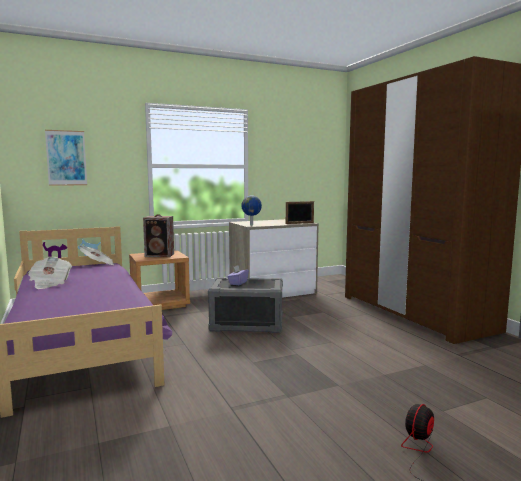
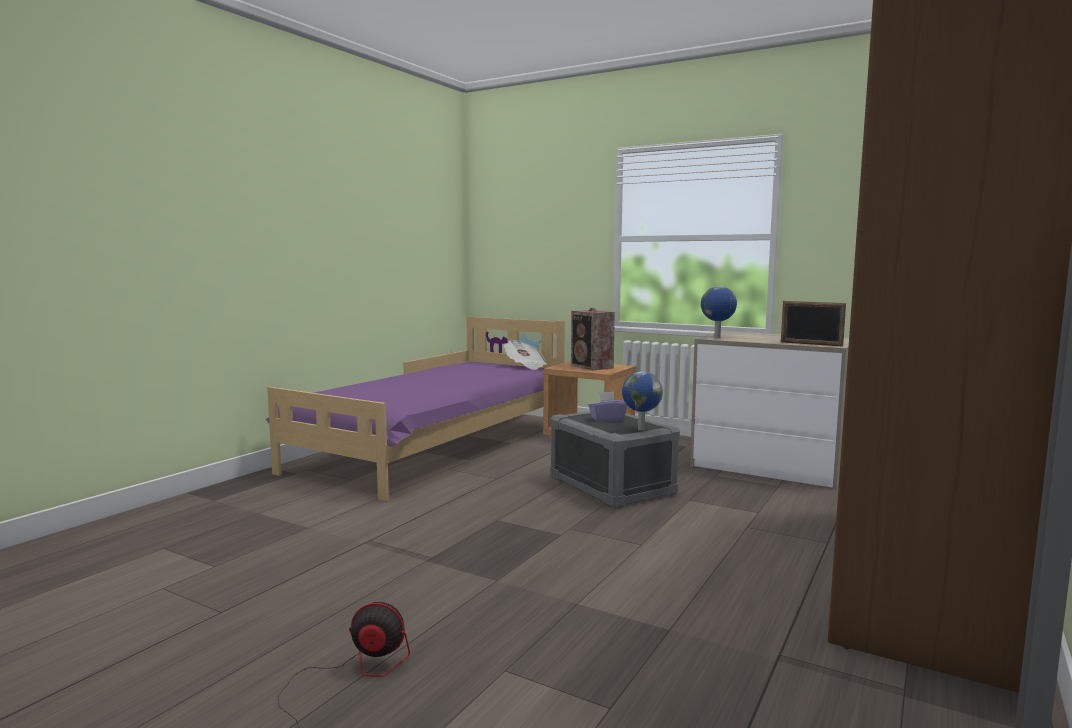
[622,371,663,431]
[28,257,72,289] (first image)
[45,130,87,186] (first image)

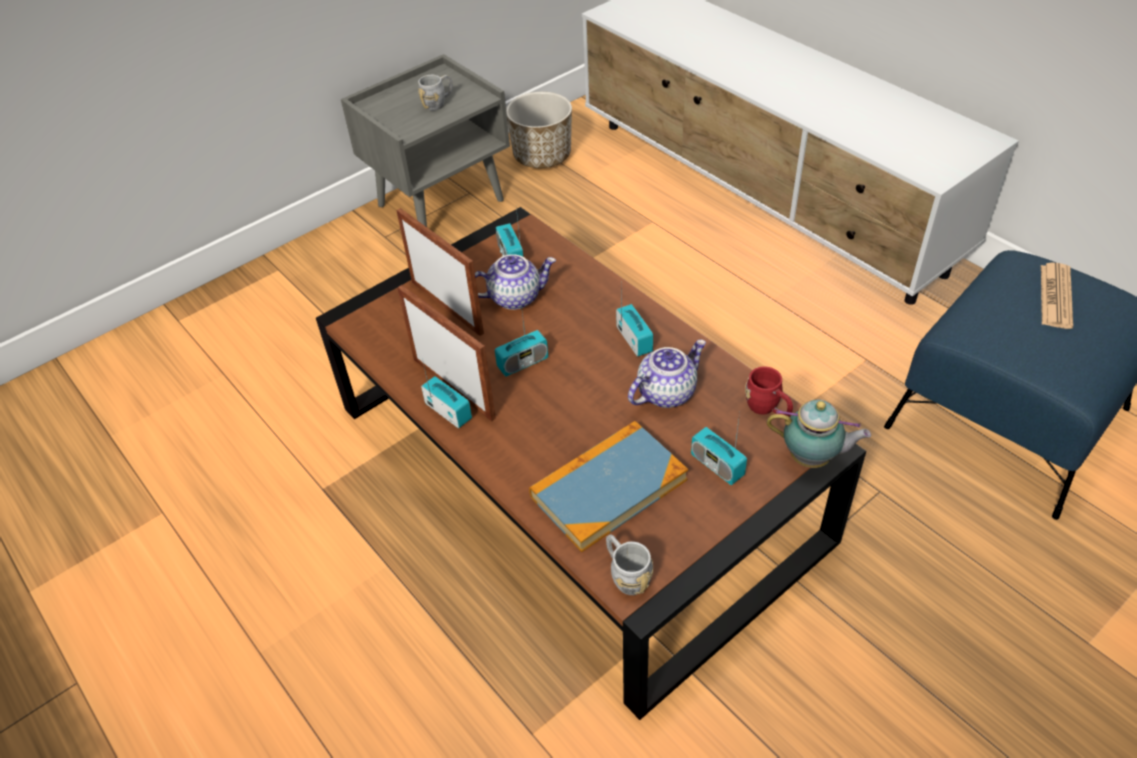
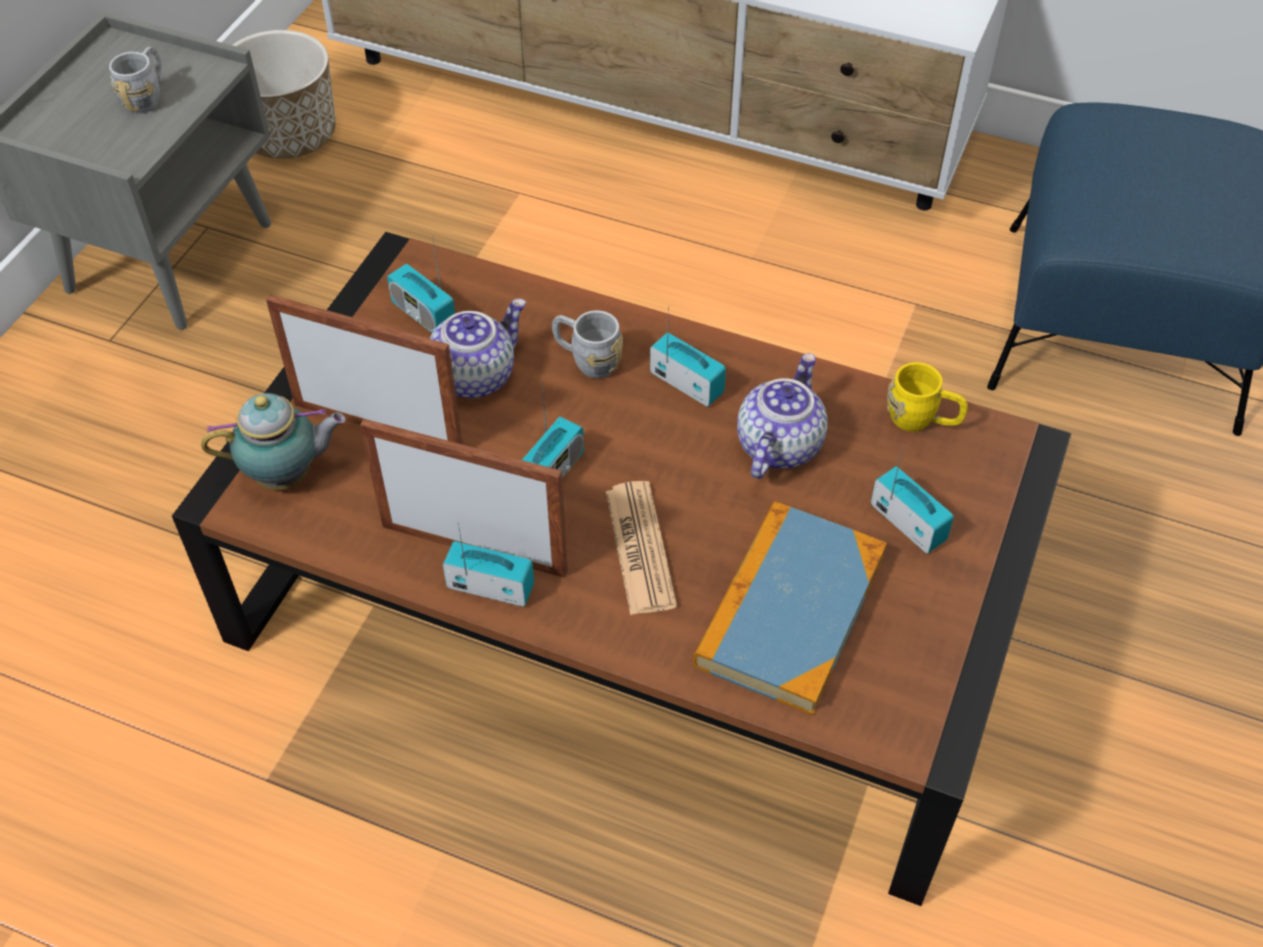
[201,393,346,490]
[552,310,623,378]
[606,481,677,615]
[871,447,954,553]
[887,362,968,432]

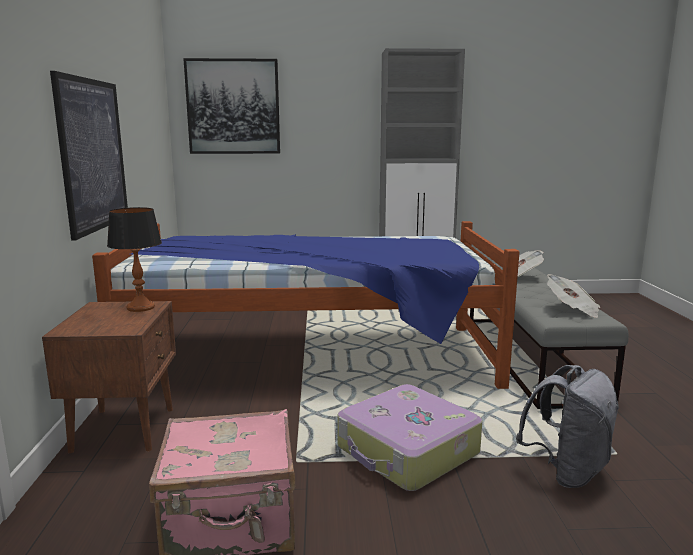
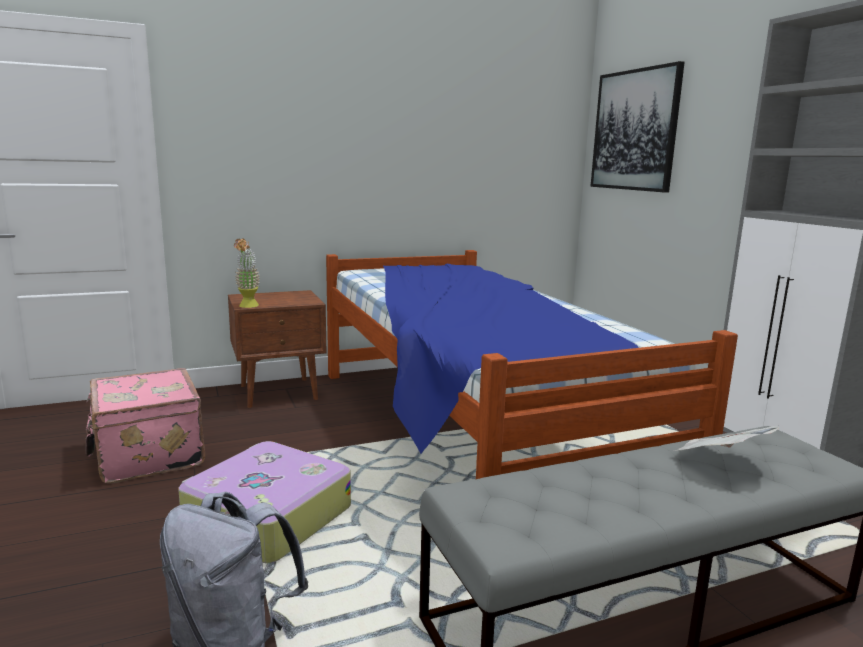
[234,238,260,308]
[50,71,128,241] (first image)
[107,207,162,312] (first image)
[547,274,600,318] (first image)

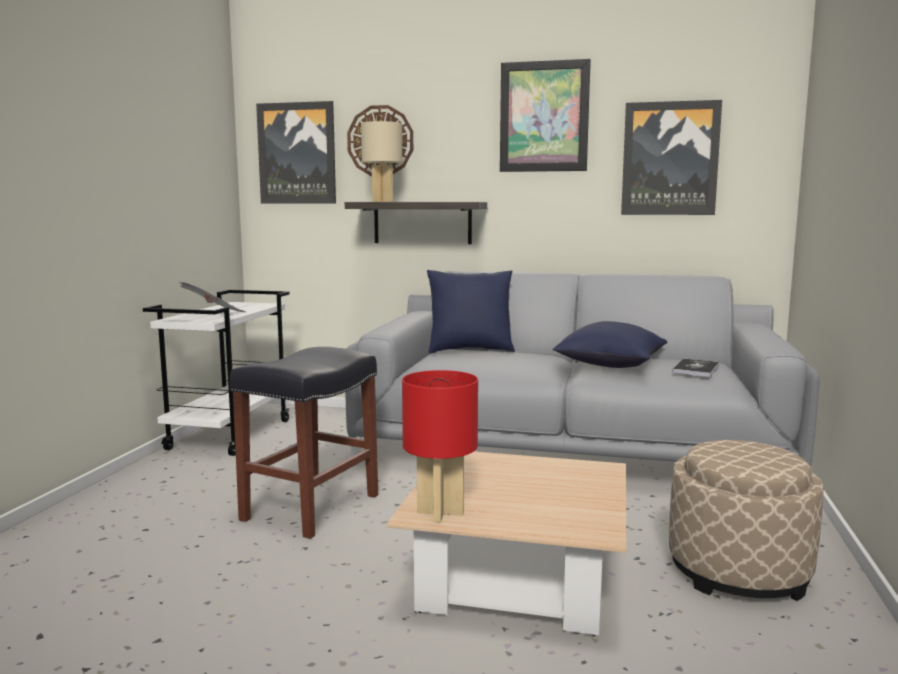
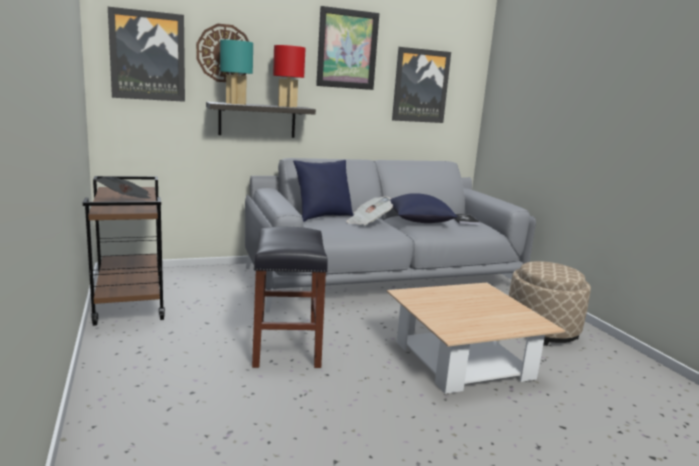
[83,176,165,326]
[220,40,253,105]
[273,45,306,107]
[346,196,393,225]

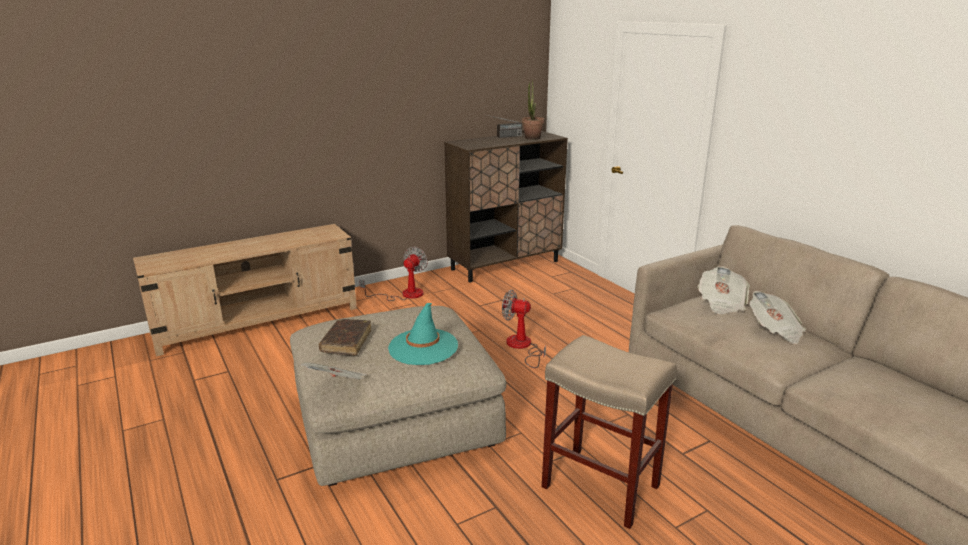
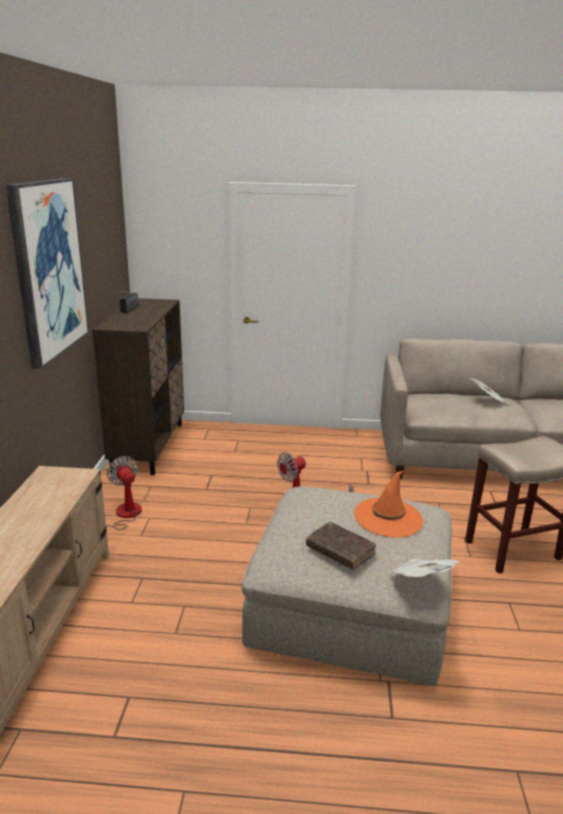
[6,178,89,369]
[354,470,423,538]
[522,79,544,140] (first image)
[697,266,750,314] (first image)

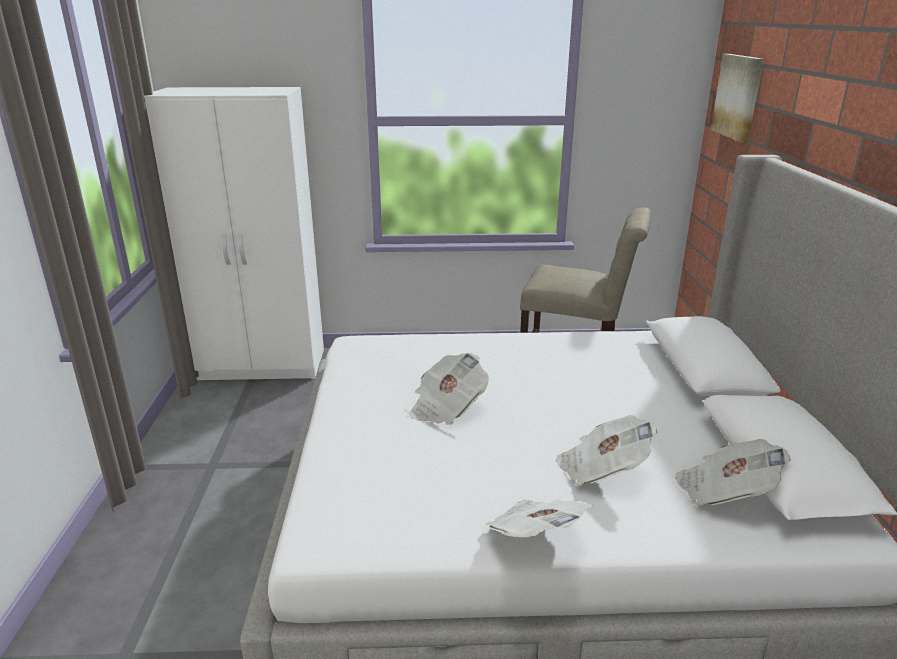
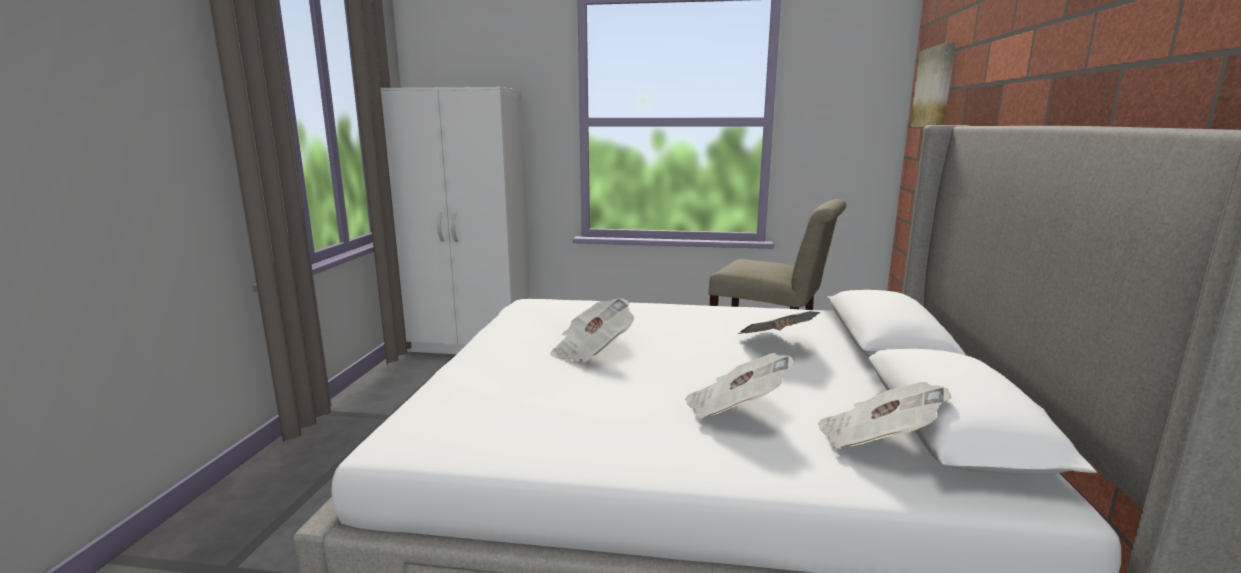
[737,311,820,334]

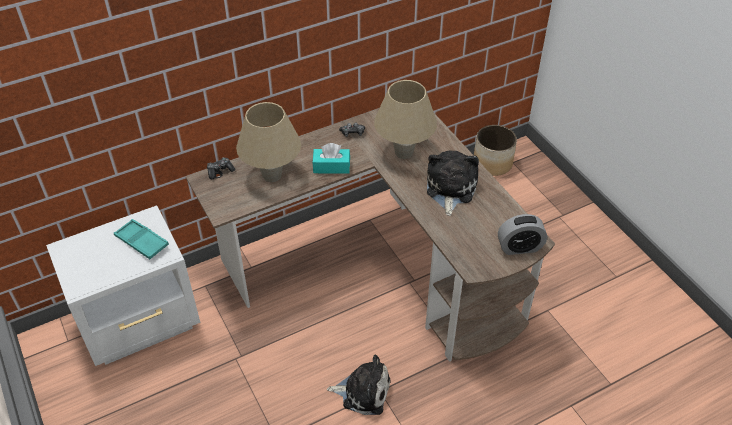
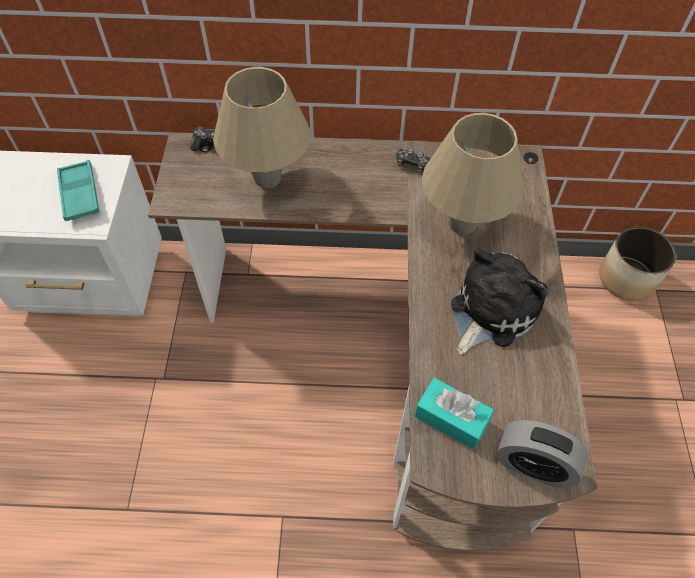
[415,378,494,449]
[327,355,391,415] (first image)

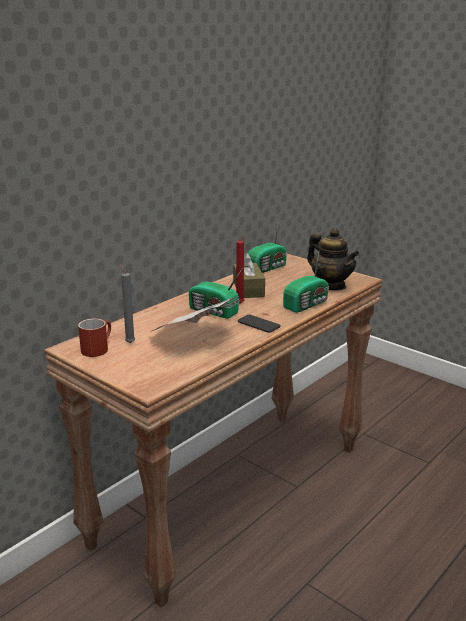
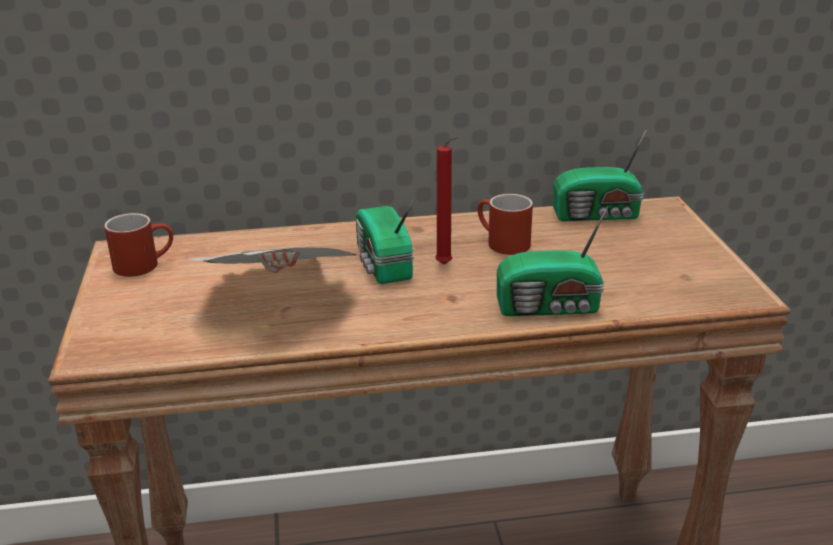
[478,194,533,255]
[119,264,135,343] (first image)
[238,315,281,333] (first image)
[307,228,360,290] (first image)

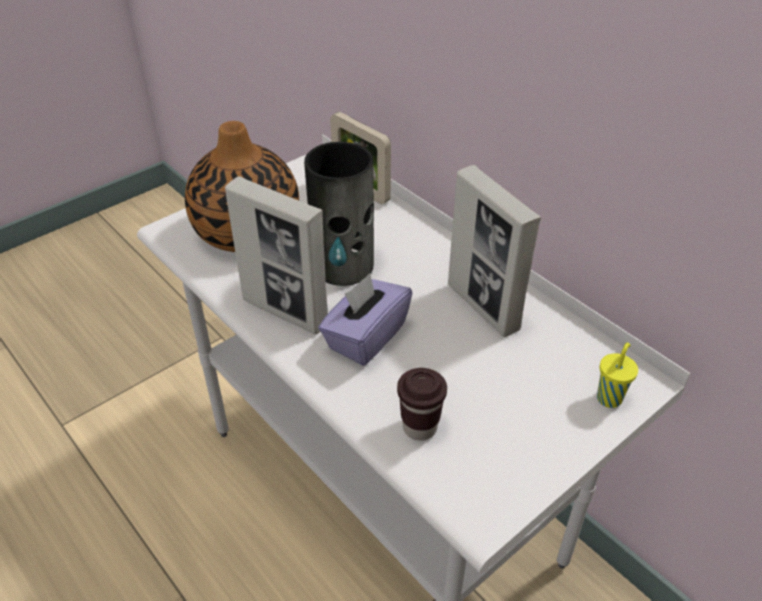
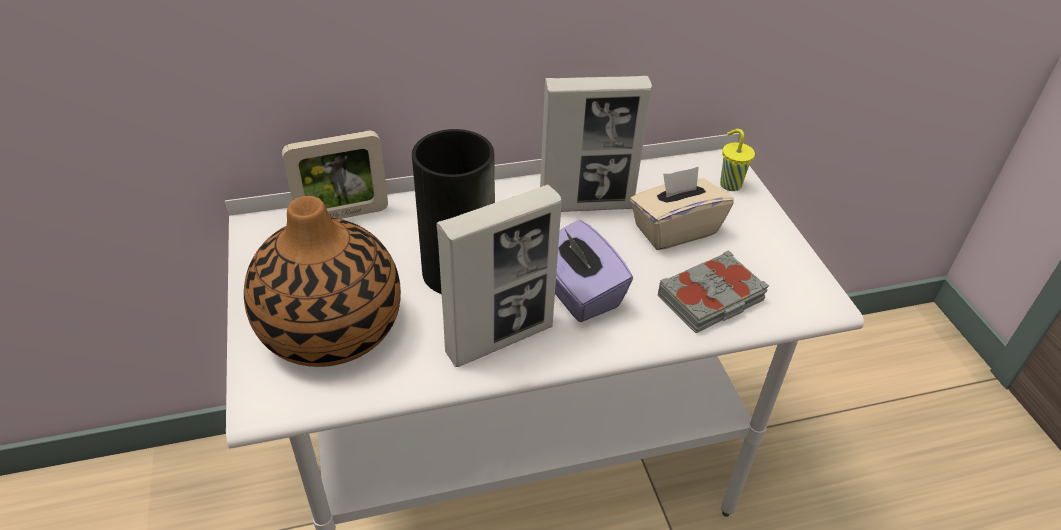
[630,166,734,250]
[658,250,769,333]

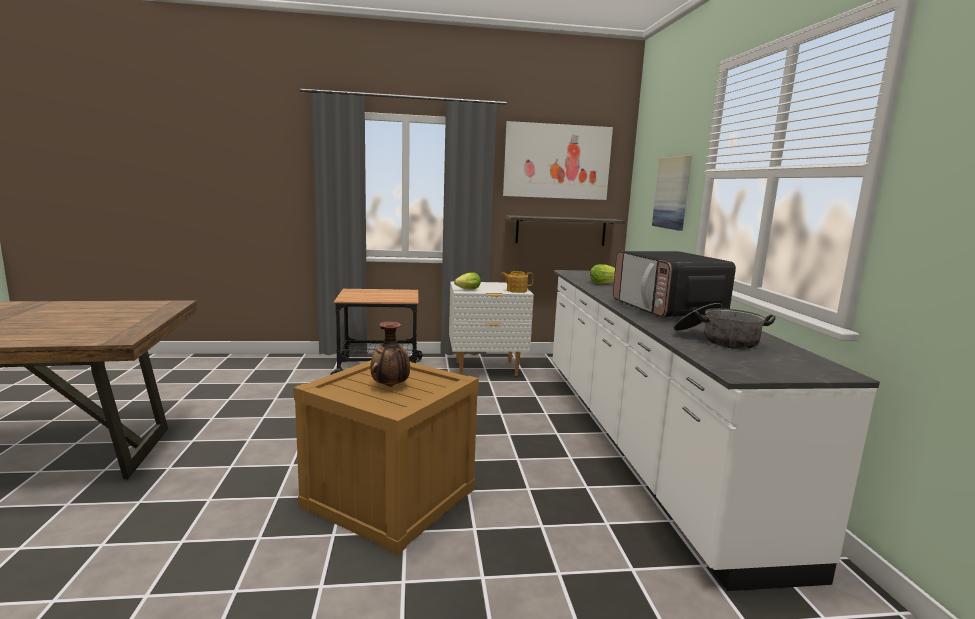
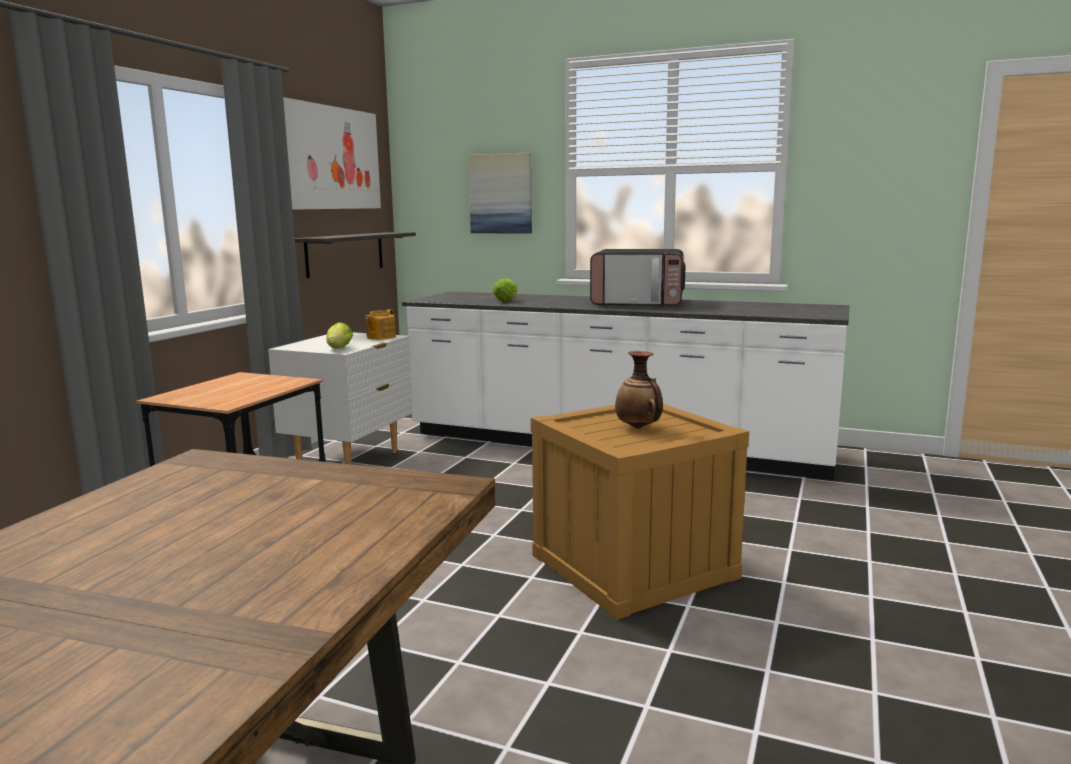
[673,303,776,349] (first image)

